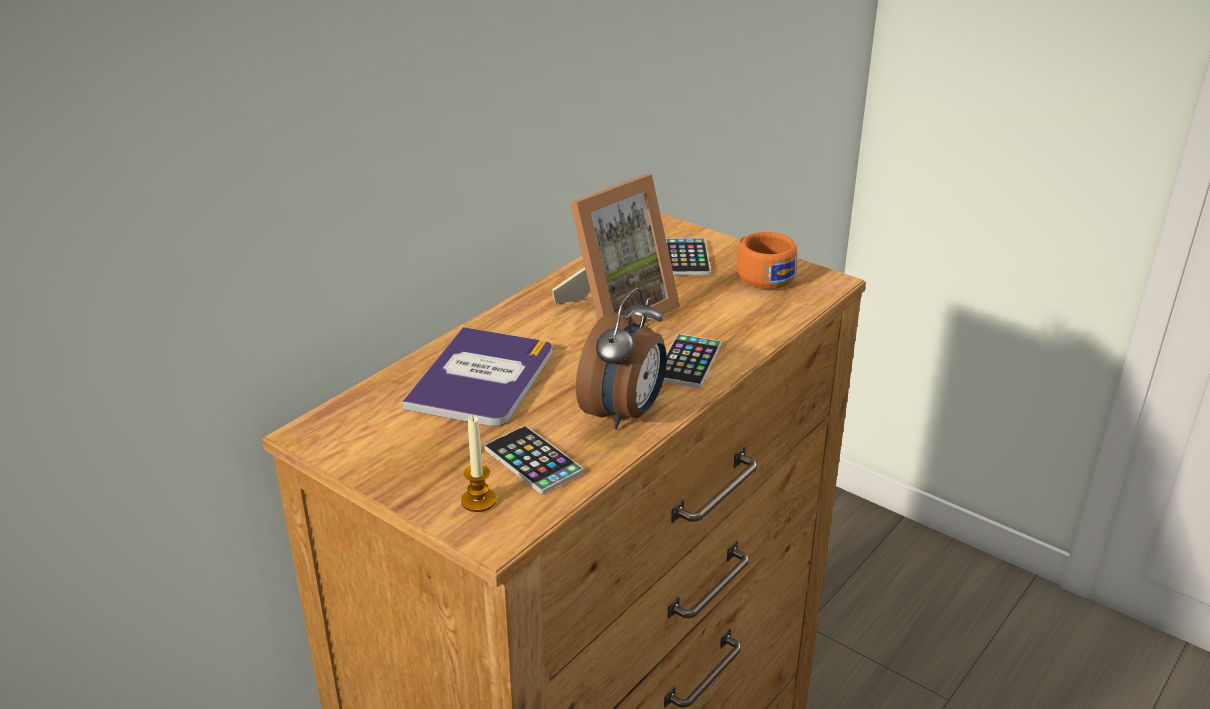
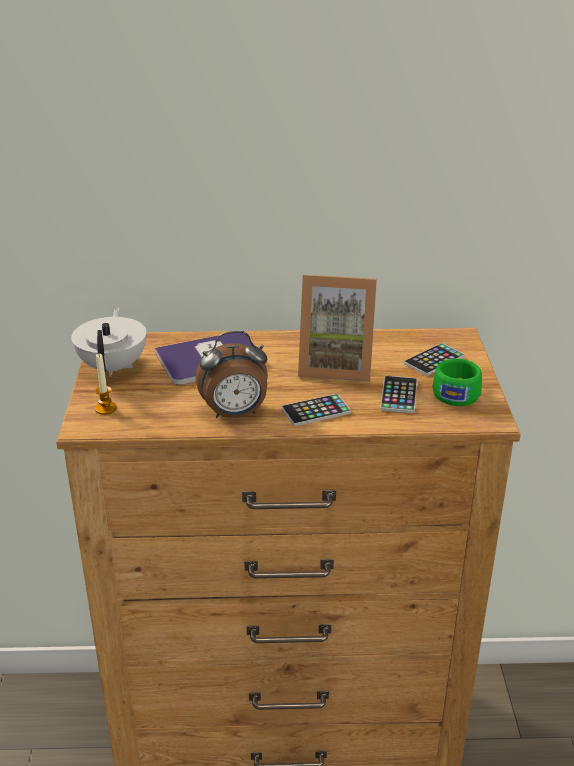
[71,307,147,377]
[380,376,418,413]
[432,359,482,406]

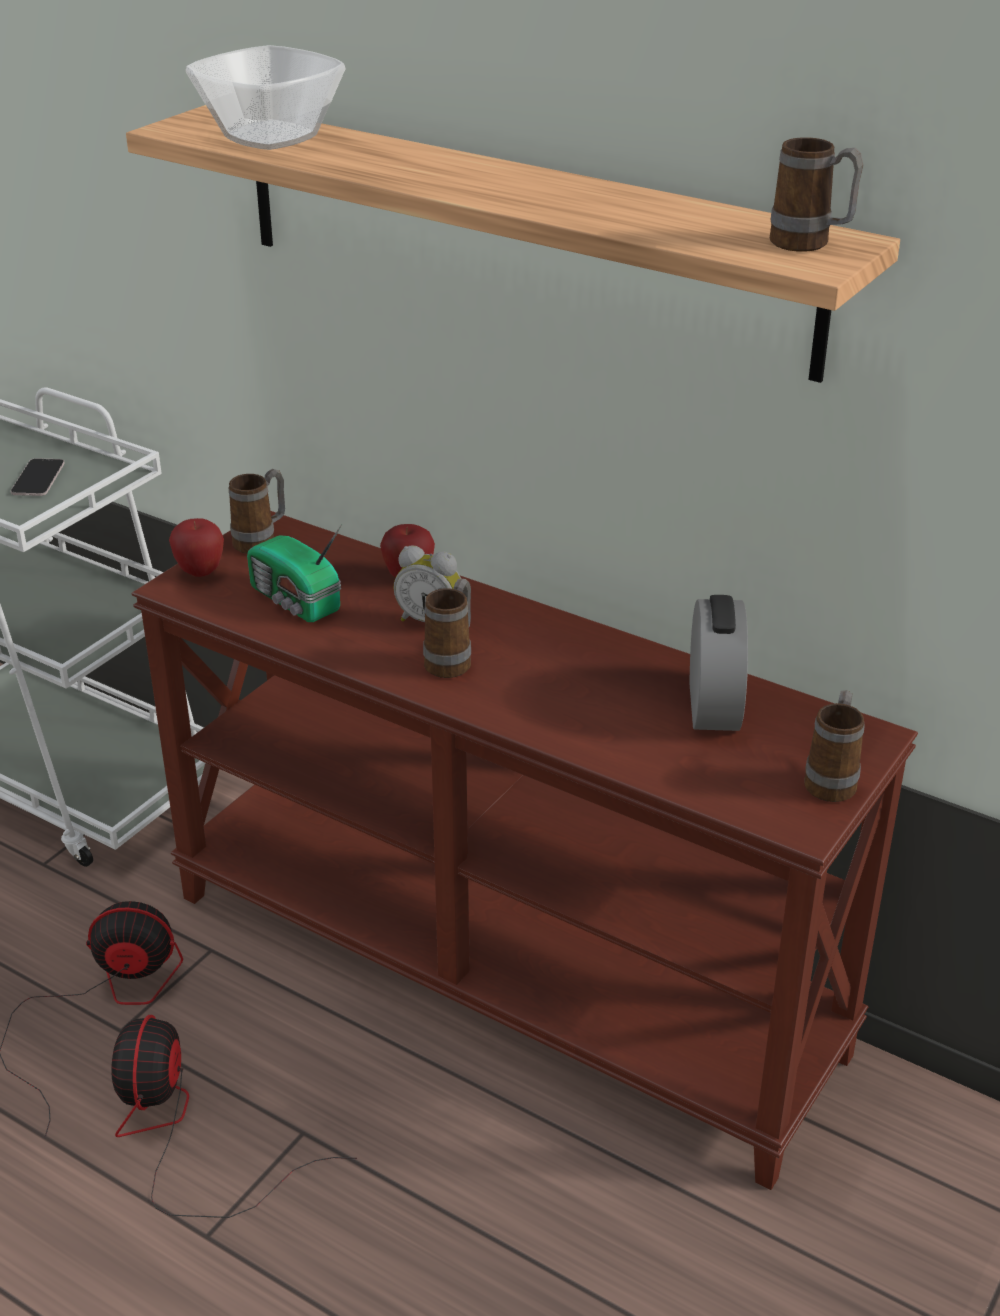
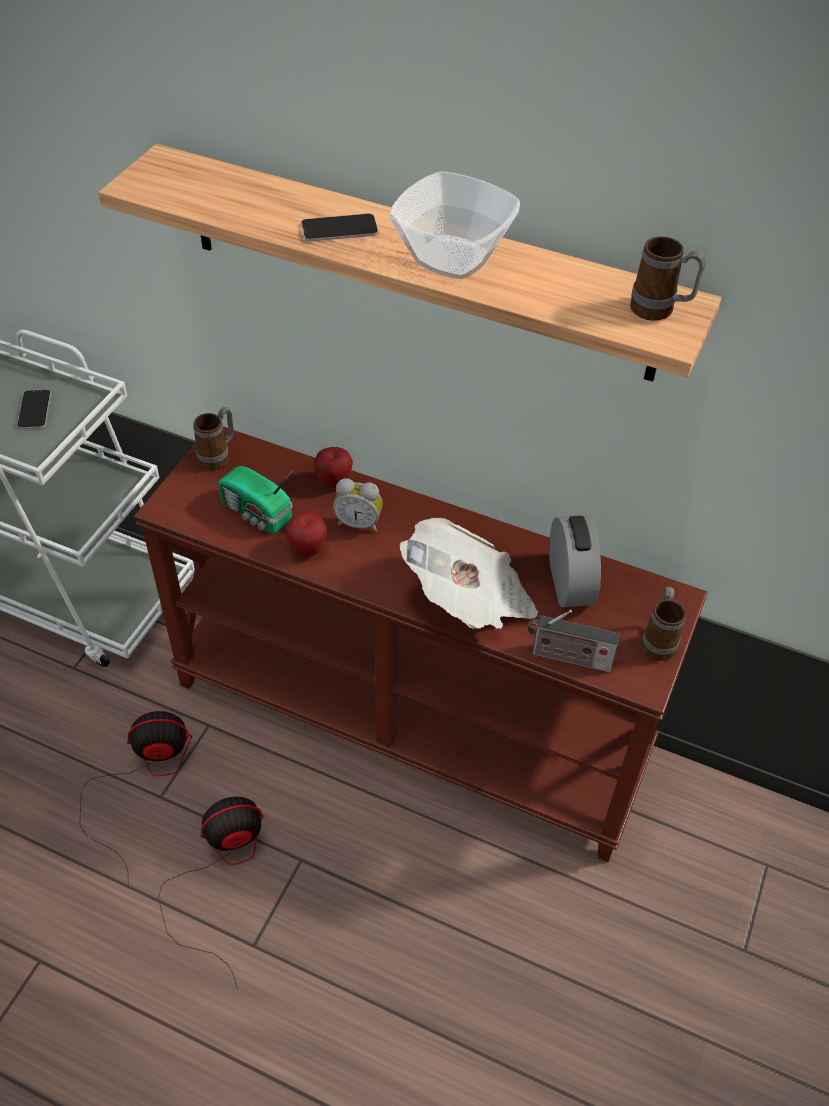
[158,797,264,990]
[285,513,327,556]
[301,214,378,242]
[389,171,520,279]
[400,517,538,629]
[528,610,620,672]
[423,579,471,678] (first image)

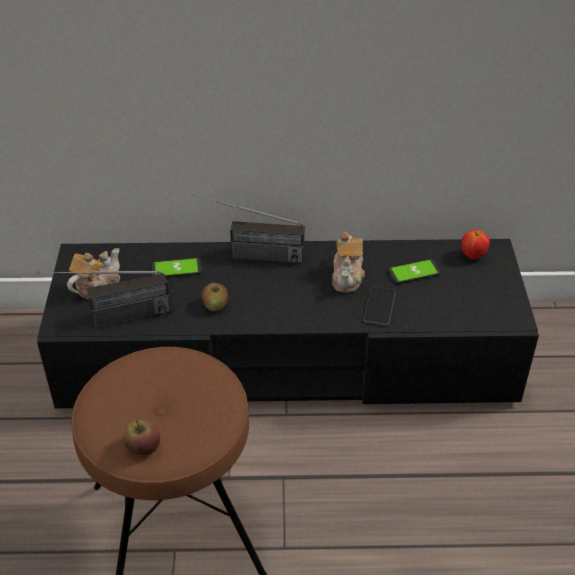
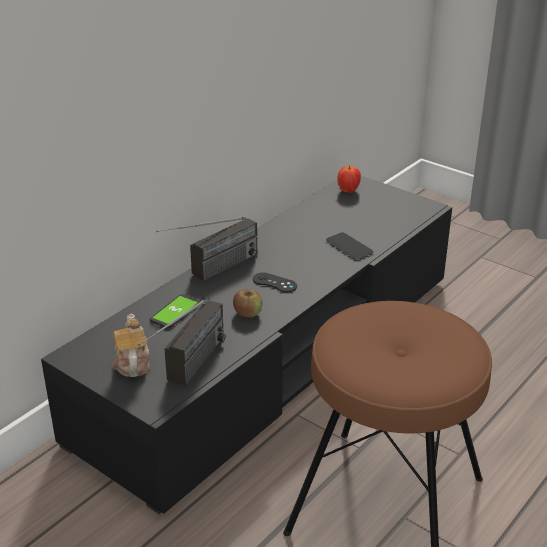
[253,272,297,292]
[123,420,160,455] (first image)
[332,232,365,293] (first image)
[387,259,441,284] (first image)

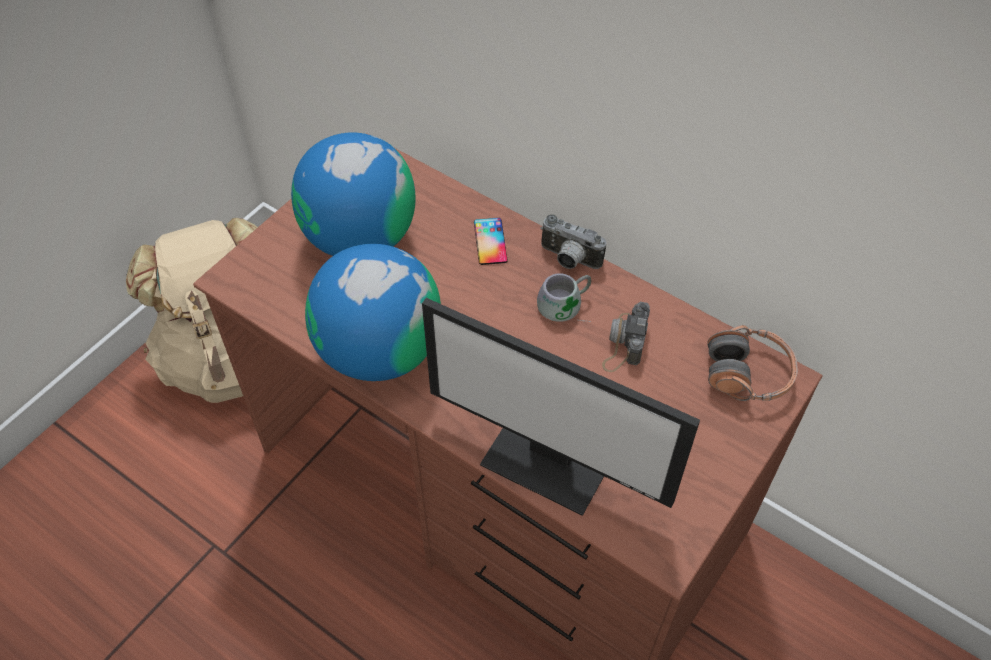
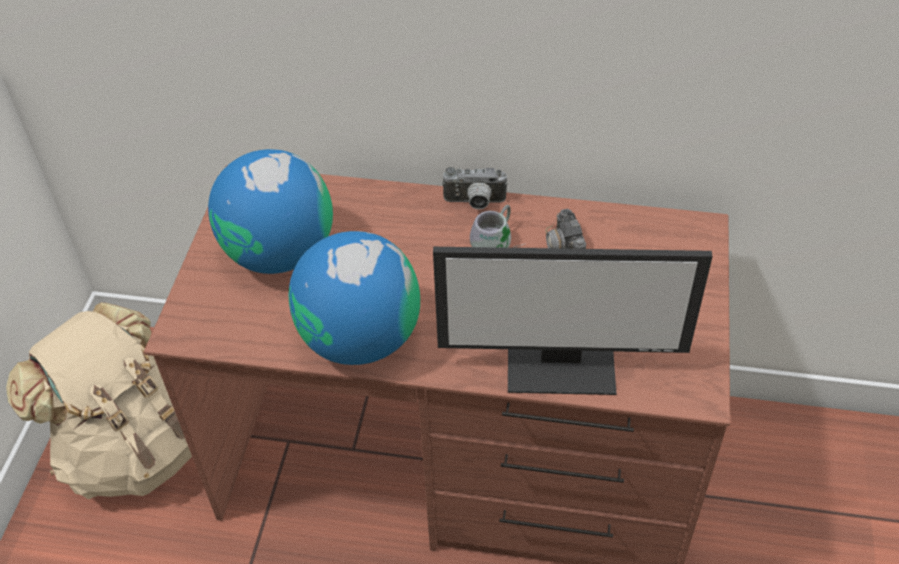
[474,218,508,265] (first image)
[707,325,798,401] (first image)

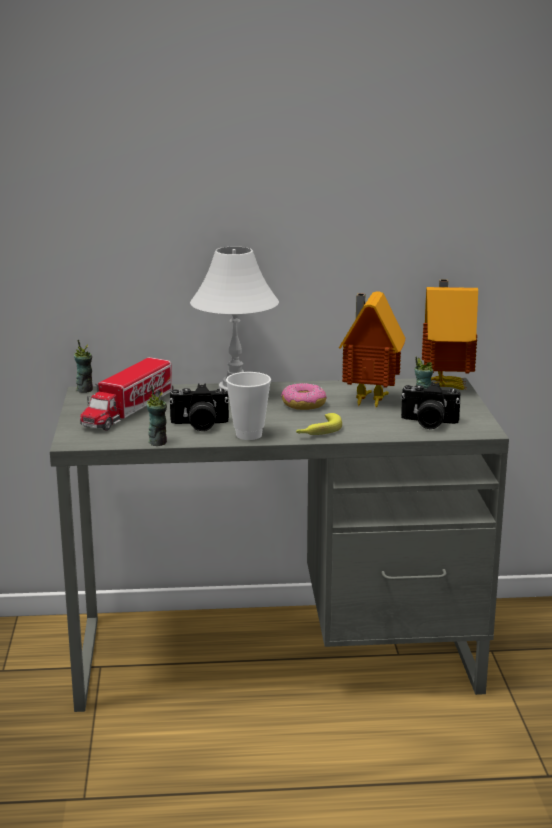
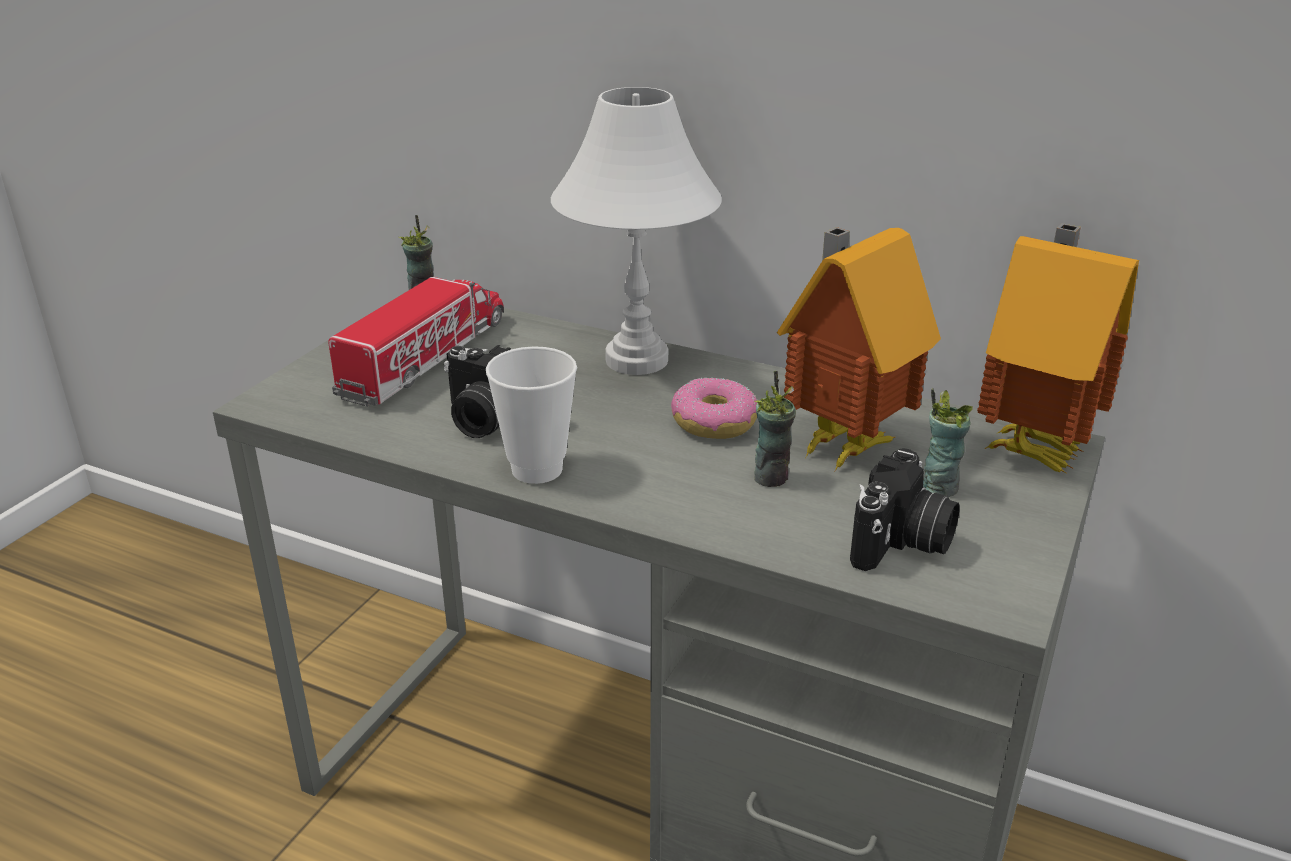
[328,277,504,407]
[754,370,796,487]
[850,448,960,571]
[296,413,342,435] (first image)

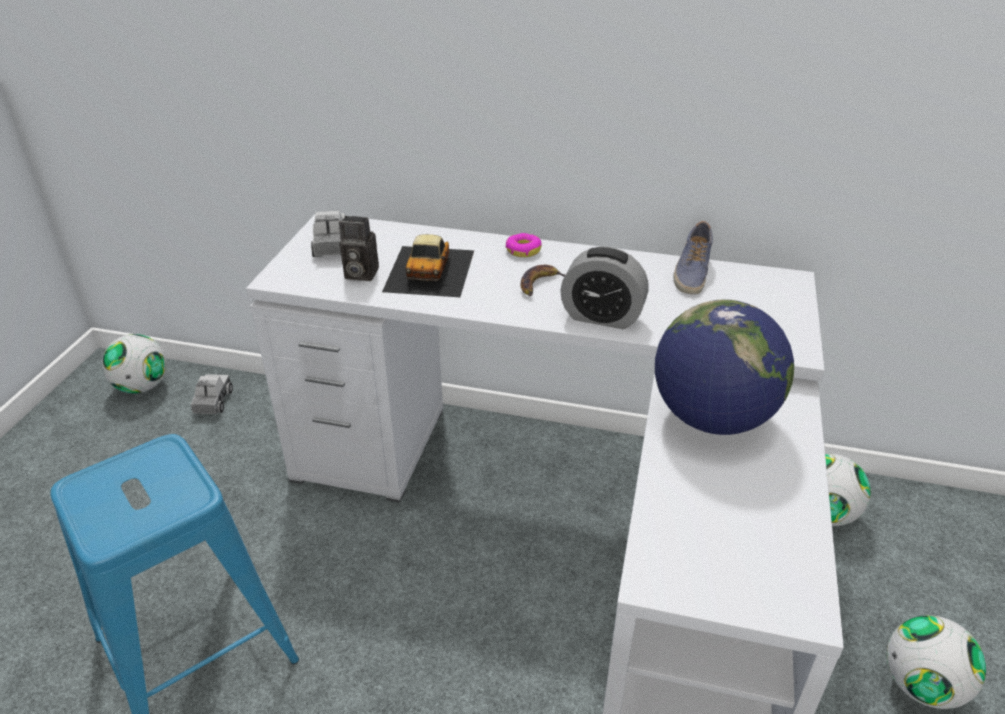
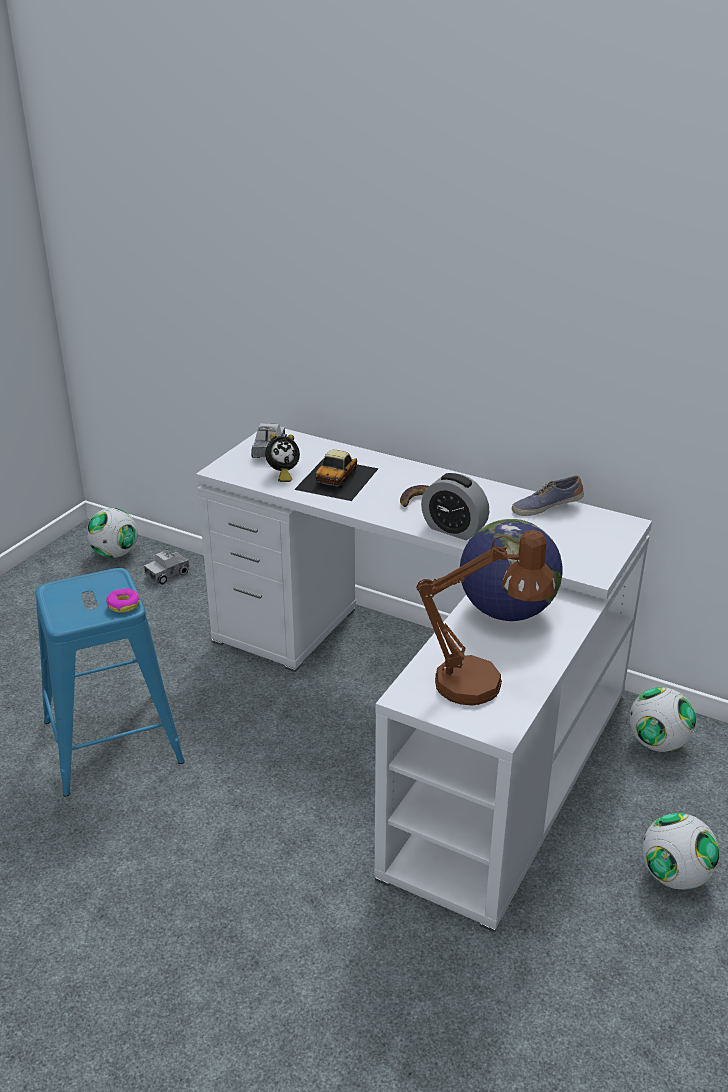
[106,588,140,613]
[144,550,190,585]
[265,433,300,482]
[416,530,556,705]
[512,475,584,516]

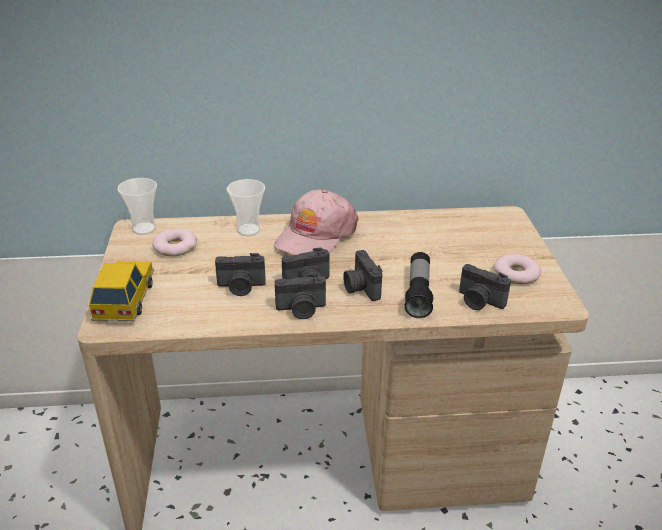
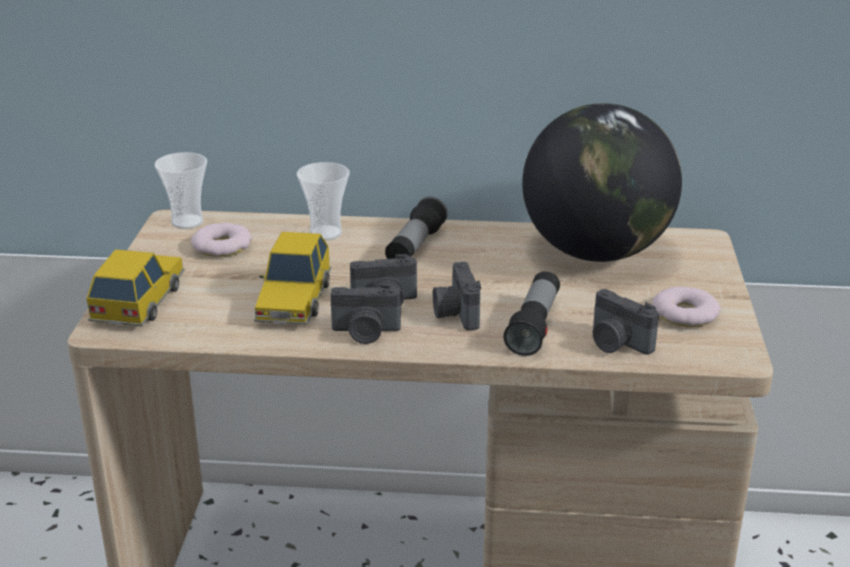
[254,232,331,325]
[385,197,448,259]
[522,103,682,262]

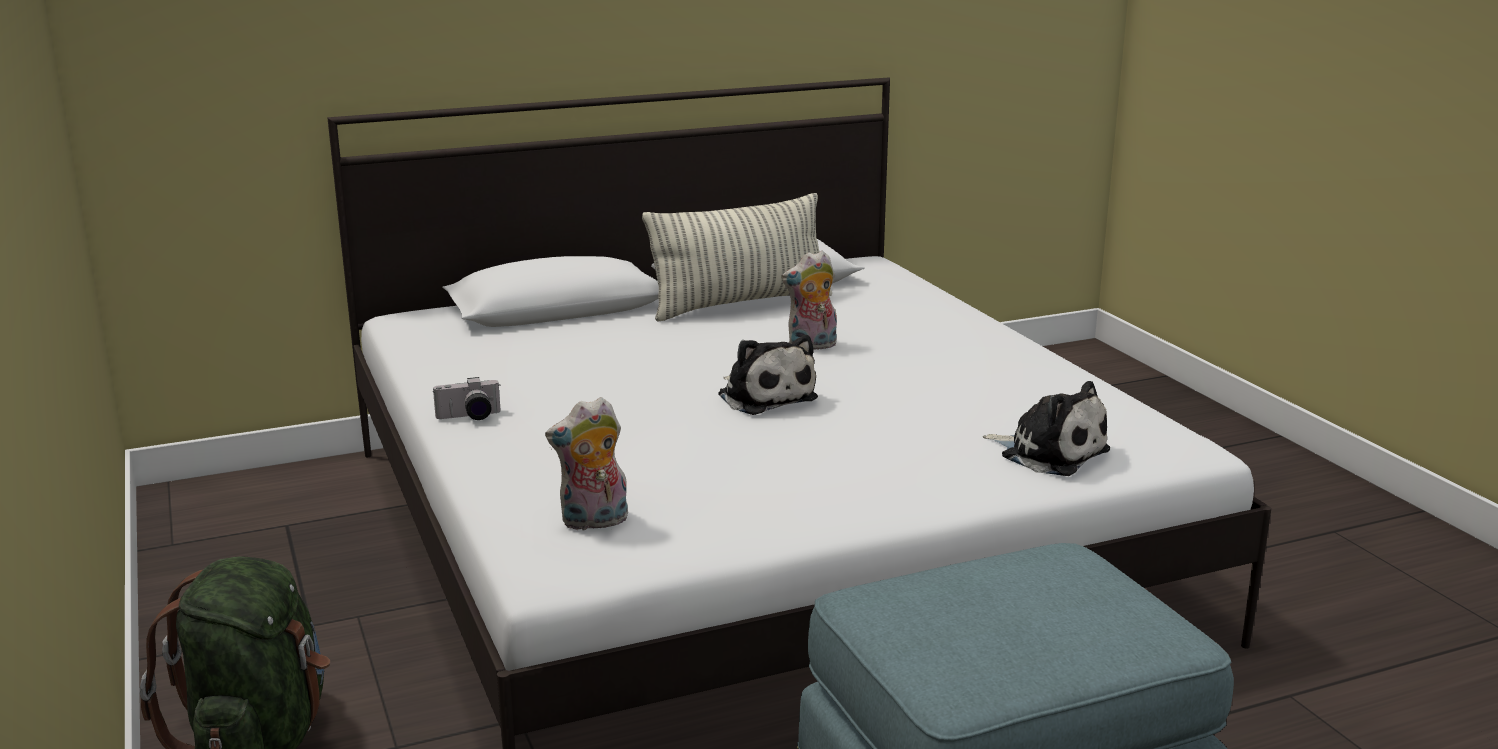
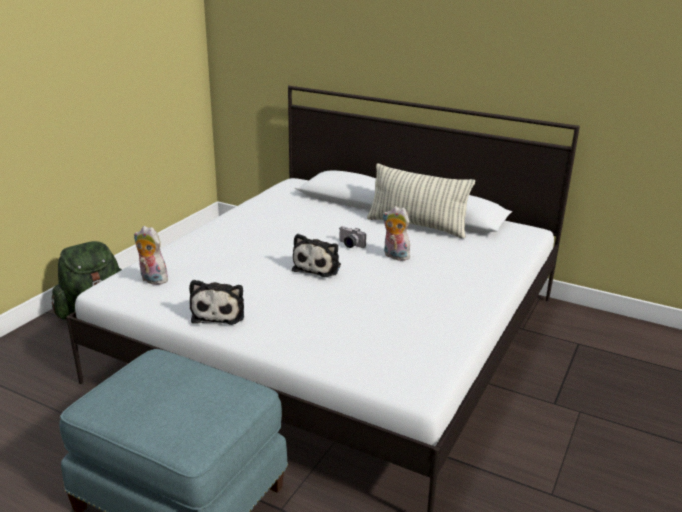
[189,280,244,325]
[339,226,366,248]

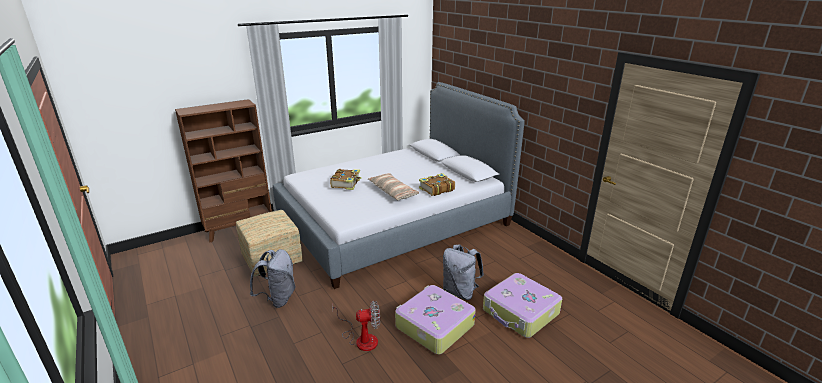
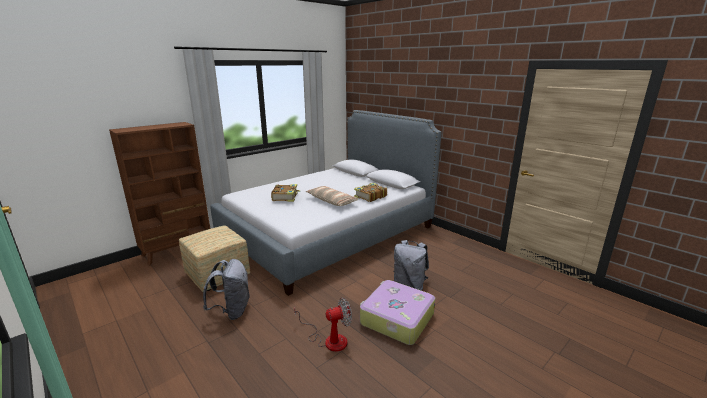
[483,273,562,338] (first image)

